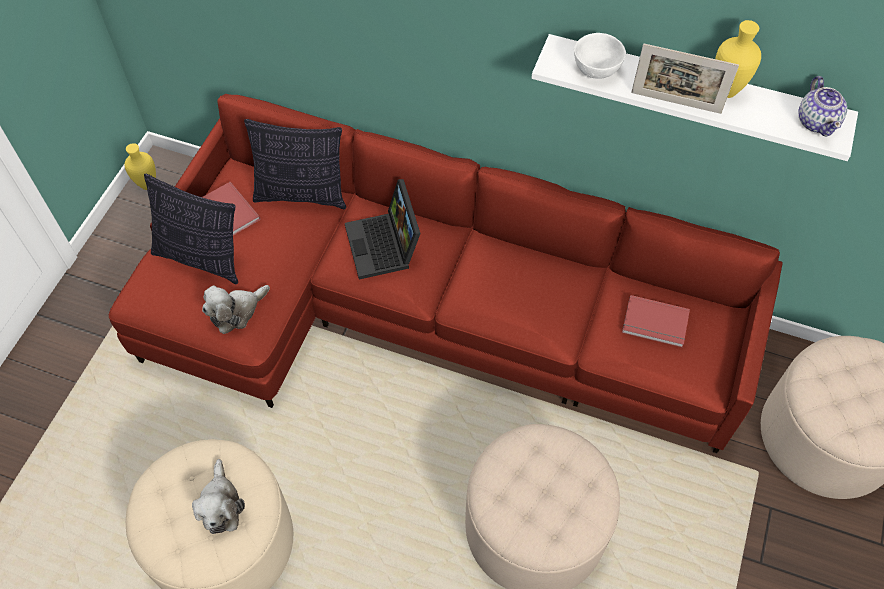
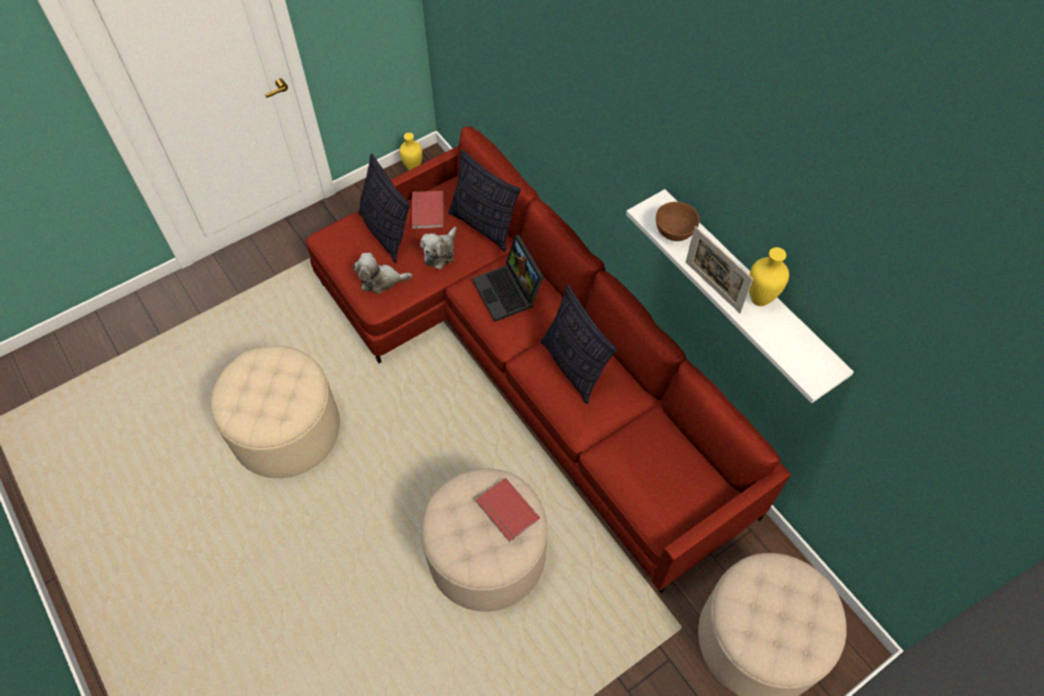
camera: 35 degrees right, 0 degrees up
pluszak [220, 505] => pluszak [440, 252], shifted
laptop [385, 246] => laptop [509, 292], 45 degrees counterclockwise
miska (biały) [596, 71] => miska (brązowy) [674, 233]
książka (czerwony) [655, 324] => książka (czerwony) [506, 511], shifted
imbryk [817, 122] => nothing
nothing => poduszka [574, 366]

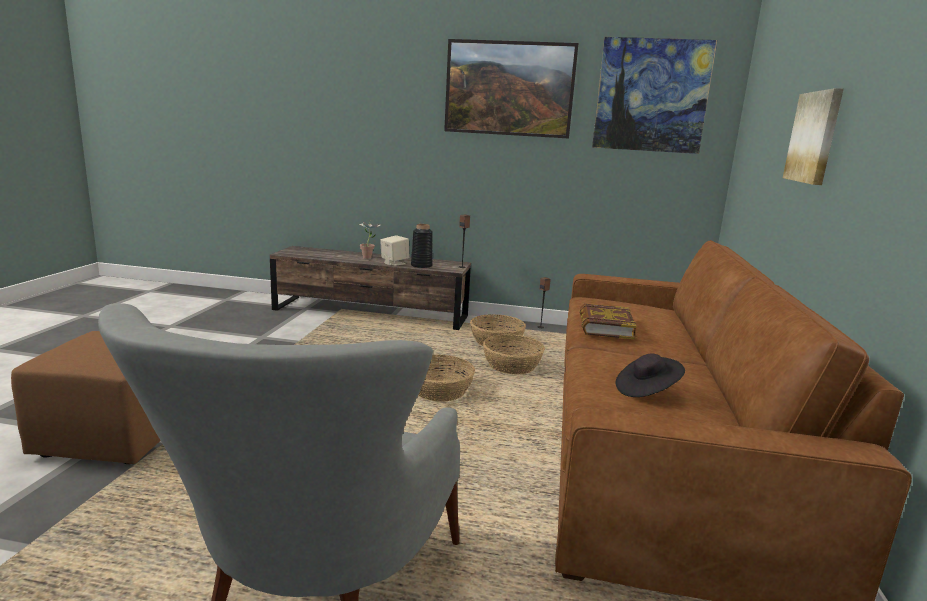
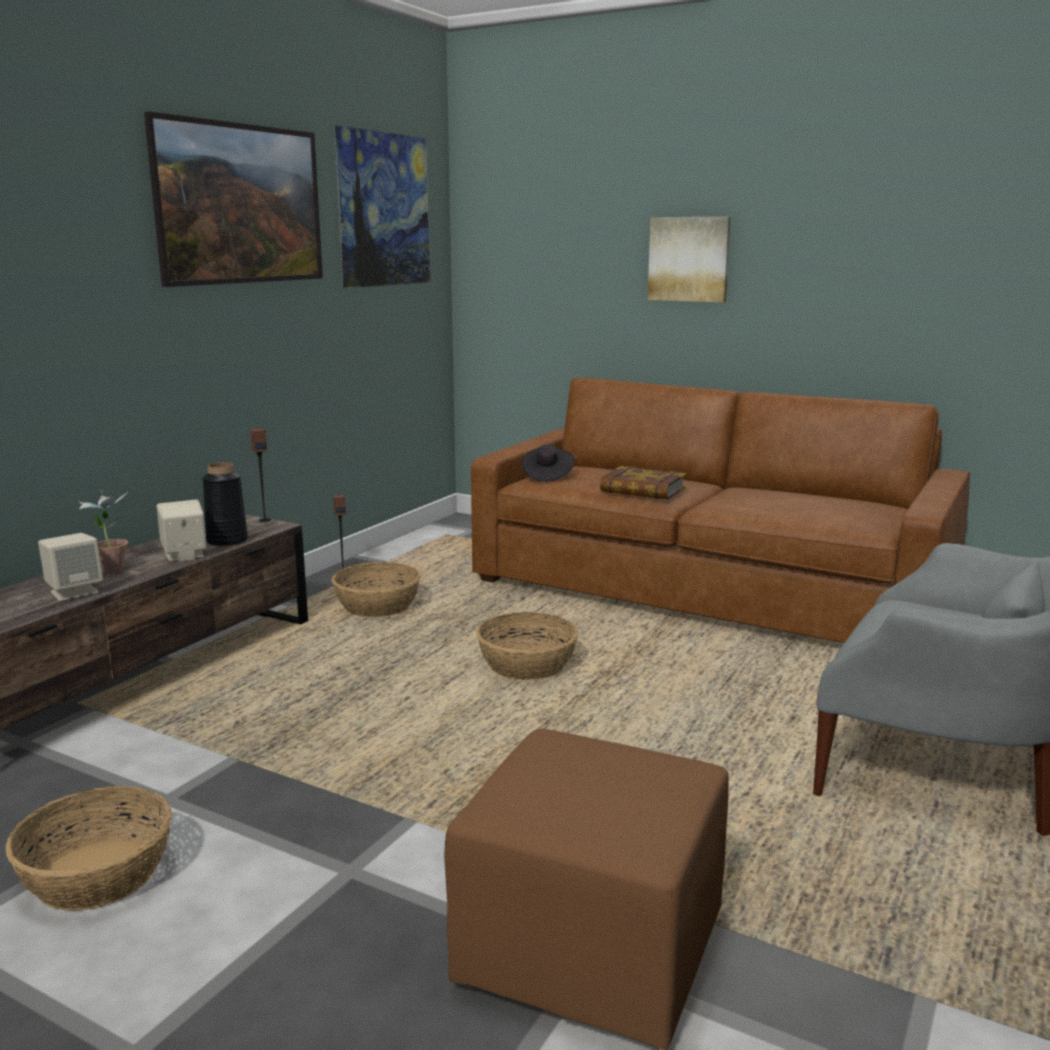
camera: 70 degrees left, 0 degrees up
koszyk [512, 365] => koszyk [98, 873], shifted
kapelusz (czarny) [646, 391] => kapelusz (czarny) [547, 476], shifted
nothing => głośnik (beżowy) [74, 592]

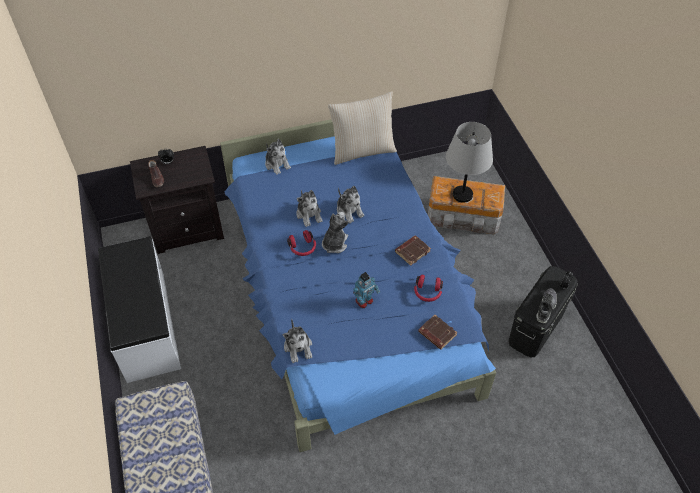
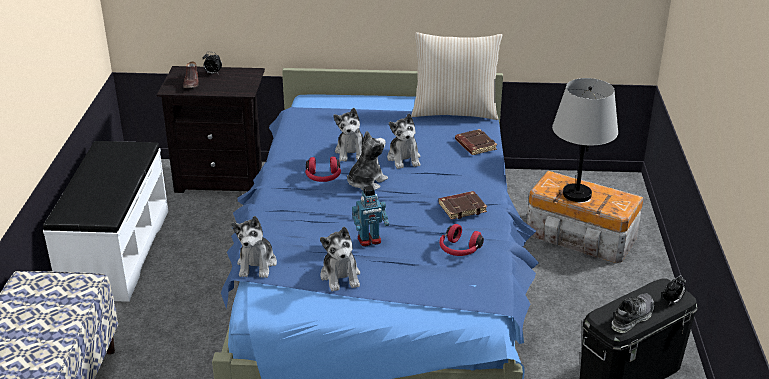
camera: 20 degrees right, 20 degrees down
pluszak [277, 164] => pluszak [341, 276], shifted
książka (brązowy) [436, 333] => książka (brązowy) [474, 145], shifted

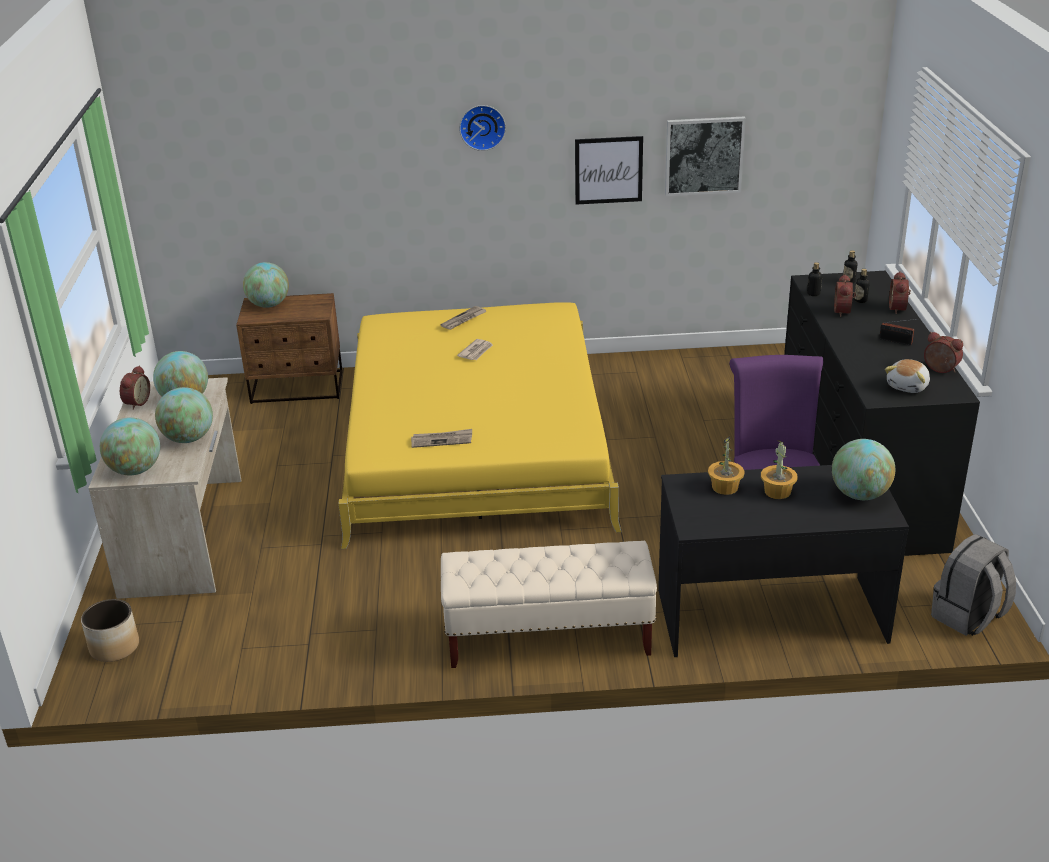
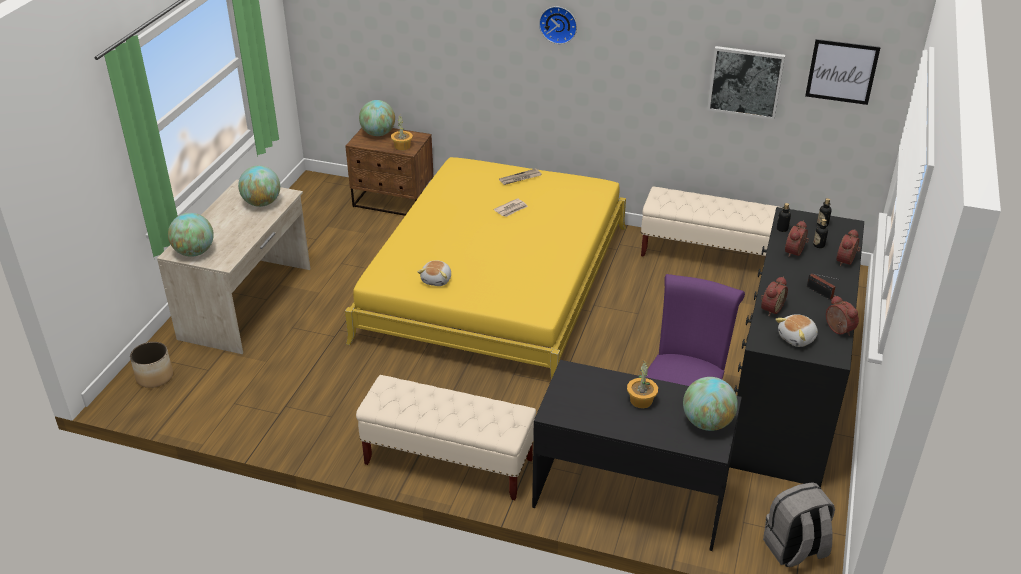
camera: 20 degrees right, 5 degrees up
budzik [136, 402] => budzik [770, 308], shifted
globus [188, 438] => nothing
gazeta [442, 440] => pluszak [437, 280]
obraz [608, 170] => obraz [842, 71], shifted
roślina doniczkowa [725, 487] => roślina doniczkowa [402, 146], shifted
nothing => ławka (beżowy) [706, 255]

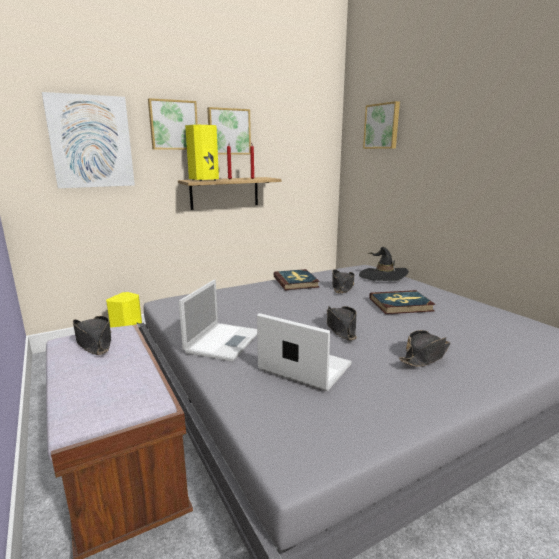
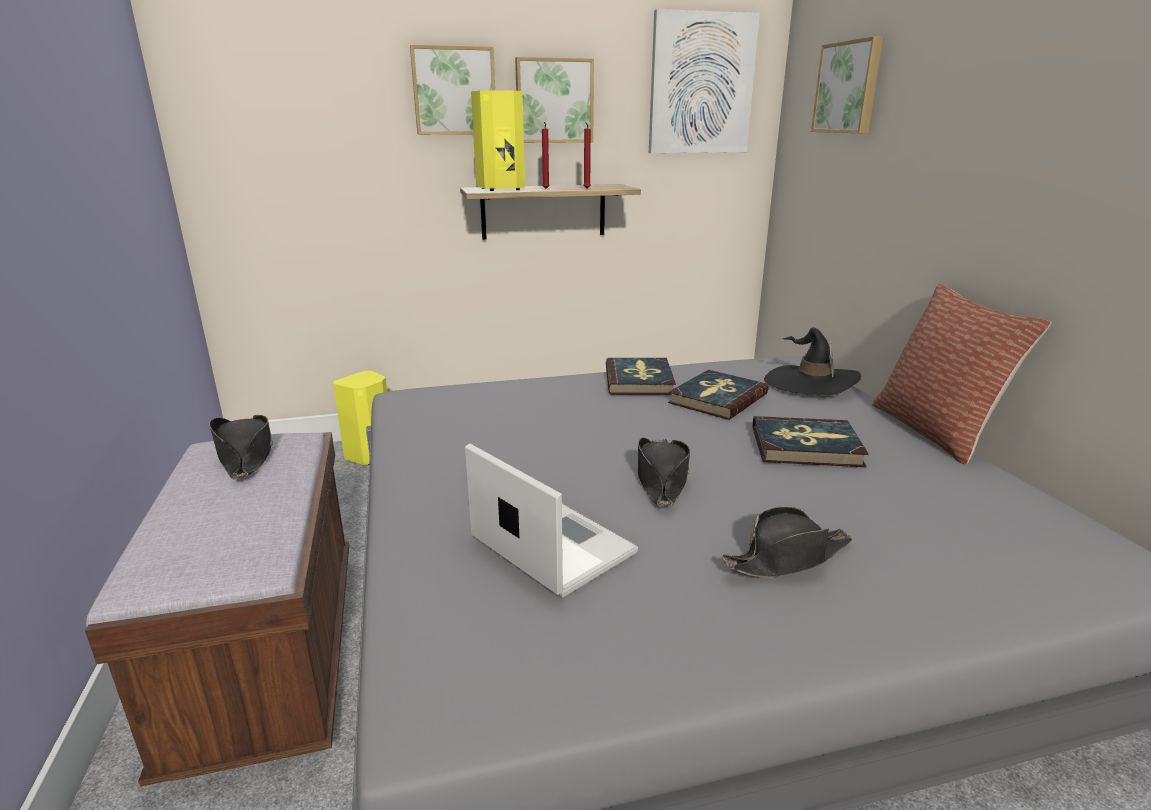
camera: 15 degrees right, 5 degrees up
obraz [91, 142] => obraz [701, 84], shifted
laptop [223, 341] => nothing
kapelusz (czarny) [342, 287] => książka [717, 398]
nothing => poduszka [935, 431]

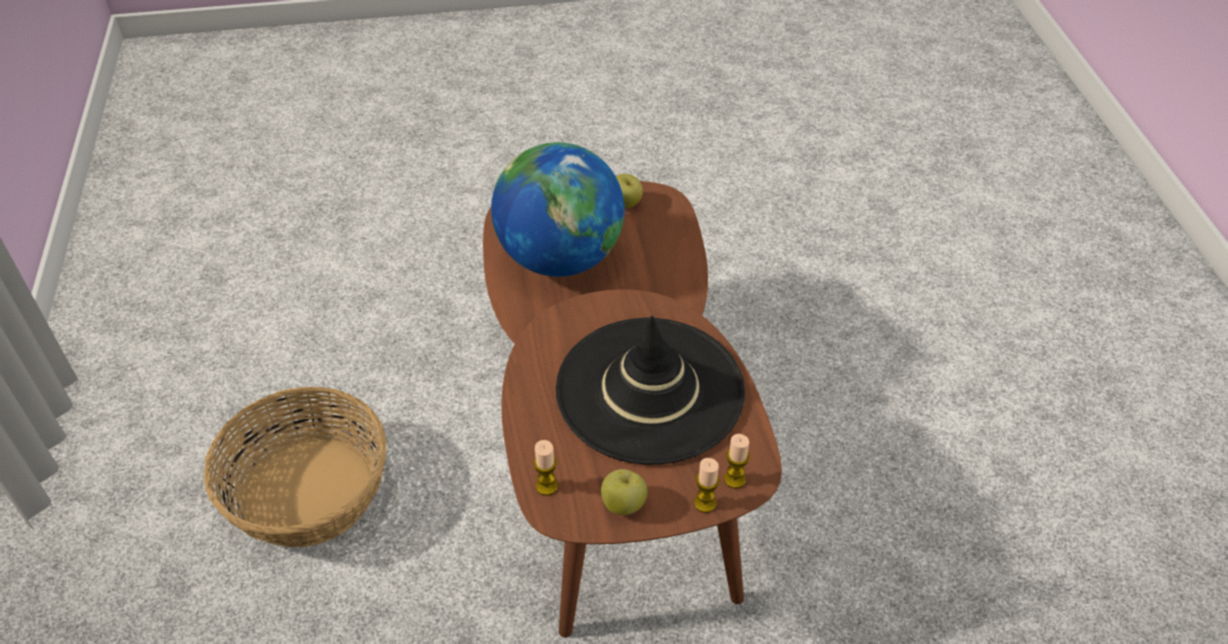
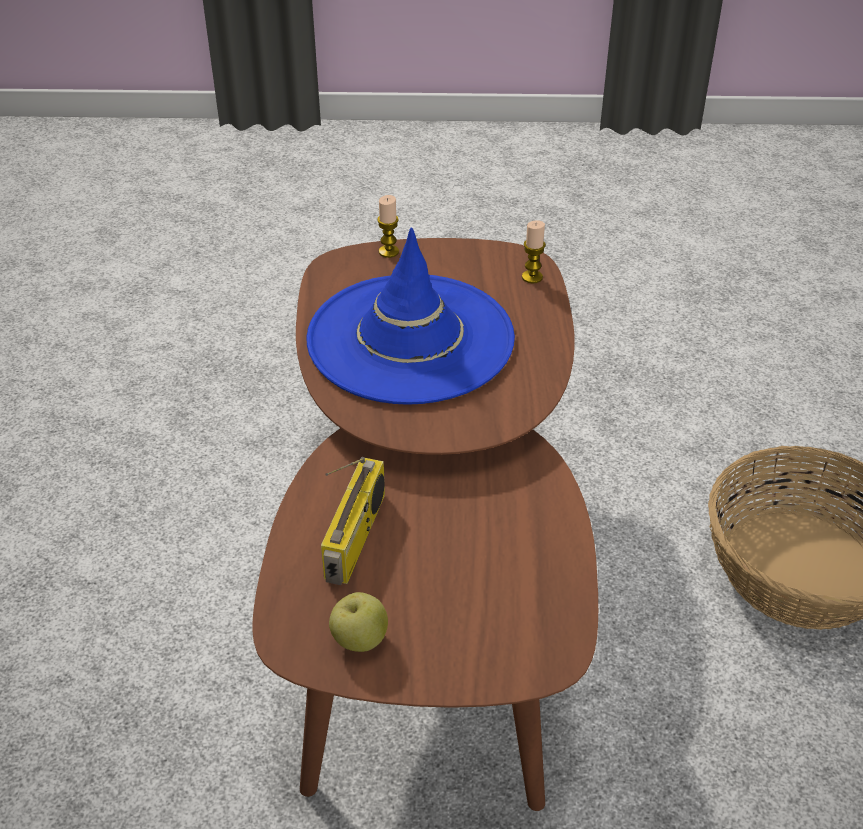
camera: 170 degrees left, 5 degrees down
globus [560, 258] => nothing
kapelusz (czarny) [650, 390] => kapelusz (niebieski) [410, 339]
jabłko [624, 504] => nothing
świeca [734, 479] => nothing
nothing => radio [356, 538]

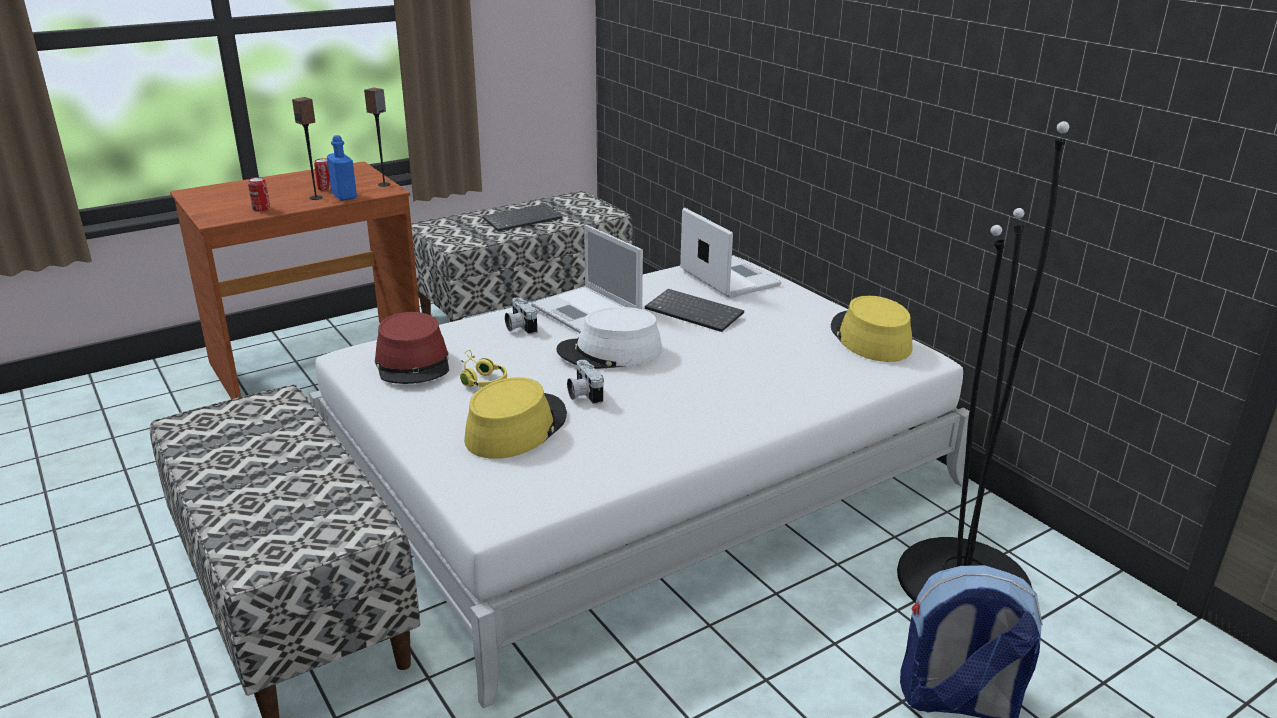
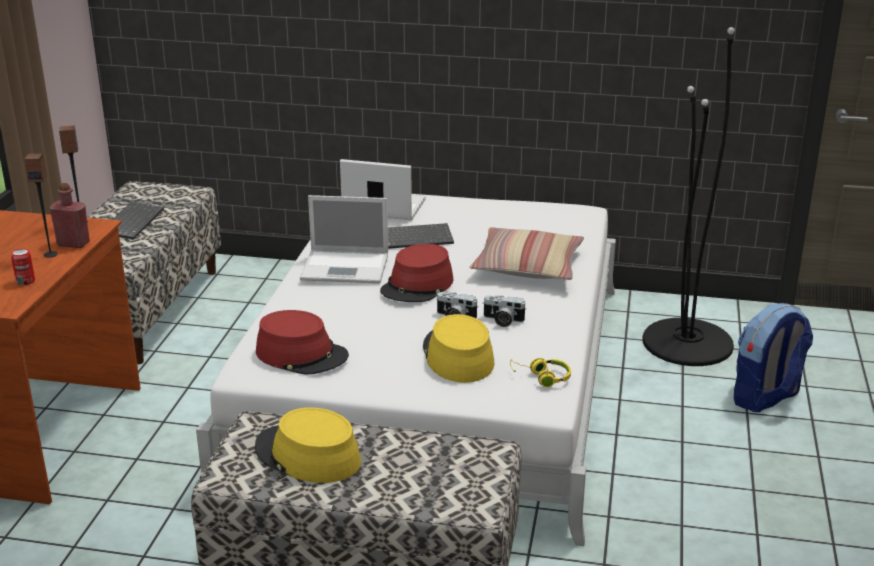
camera: 45 degrees left, 0 degrees up
puszka [326, 188] => nothing
butelka (niebieski) [344, 196] => butelka (czerwony) [73, 244]
słuchawki (żółty) [480, 379] => słuchawki (żółty) [542, 377], shifted
aparat fotograficzny [519, 327] => aparat fotograficzny [502, 320], shifted
kapelusz (biały) [610, 352] => kapelusz (czerwony) [417, 286]
kapelusz (żółty) [869, 338] => kapelusz (żółty) [307, 455], shifted
nothing => poduszka [527, 266]

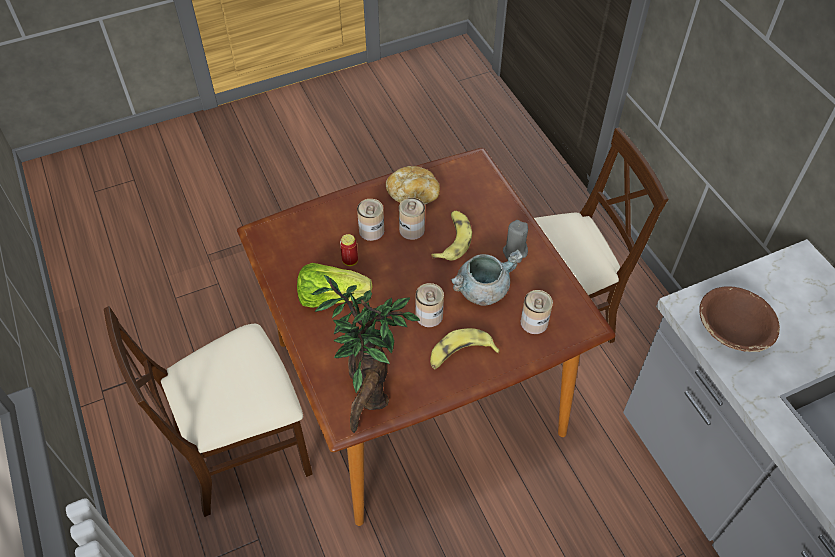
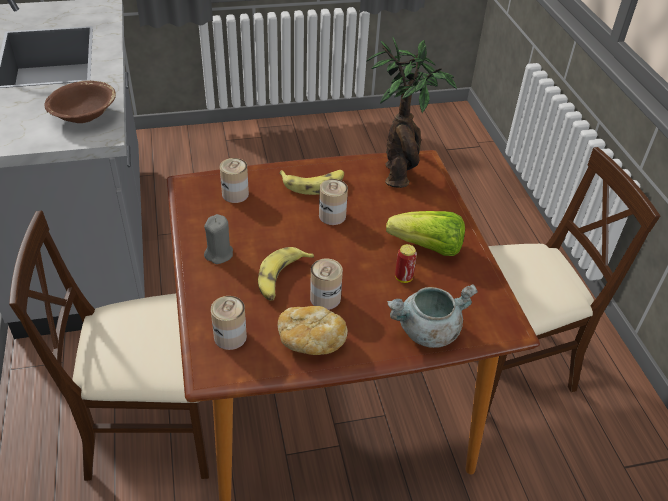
camera: 170 degrees left, 10 degrees down
puszka [371, 230] => puszka [230, 337], shifted
garnek (szary) [482, 290] => garnek (szary) [427, 332], shifted

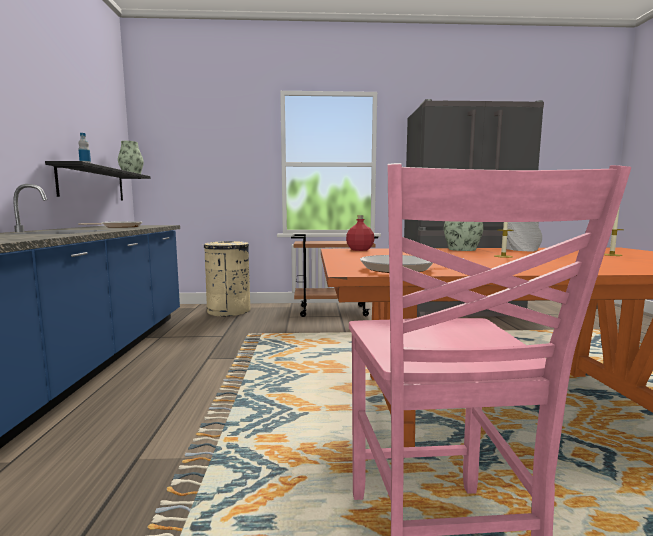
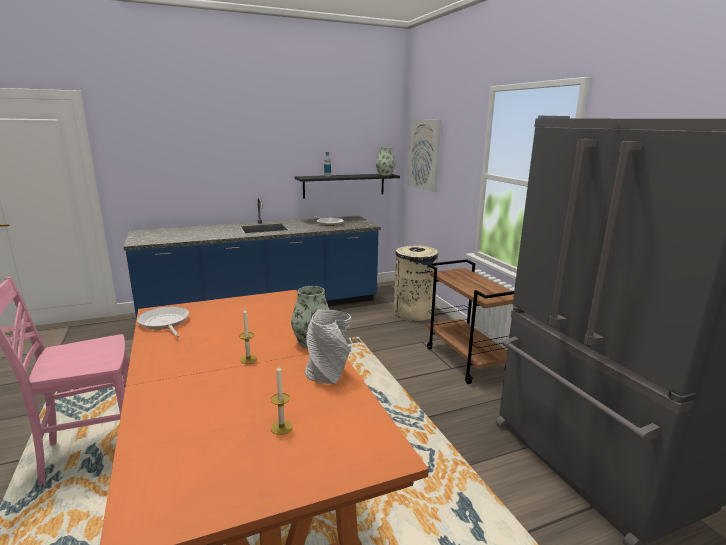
camera: 70 degrees right, 10 degrees up
butelka (czerwony) [360, 250] => nothing
nothing => obraz [423, 154]

